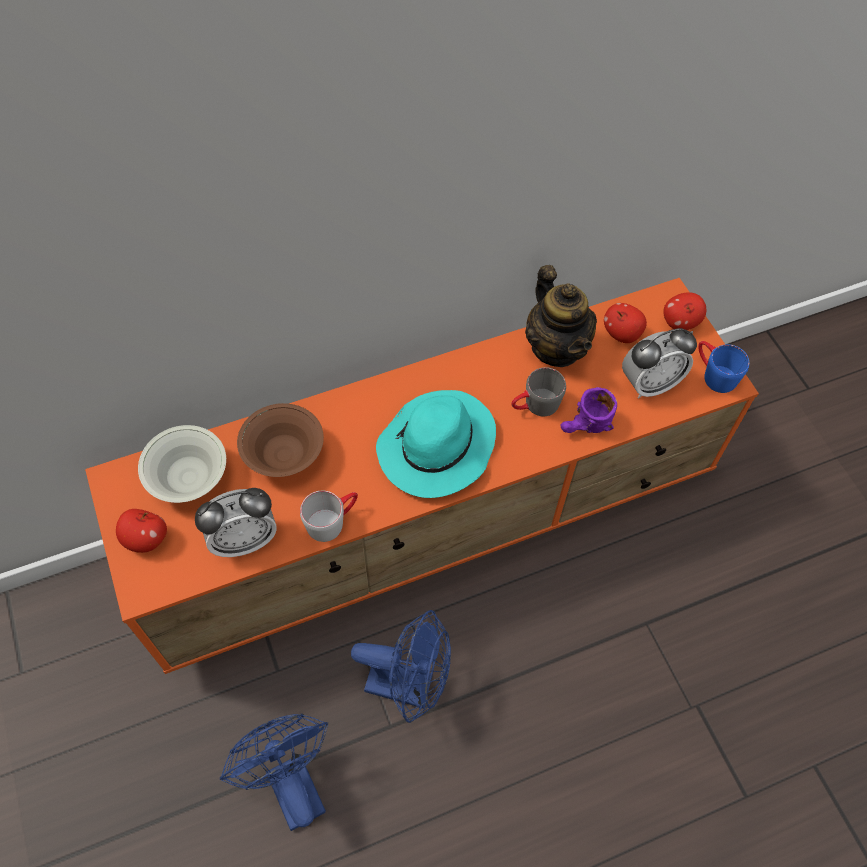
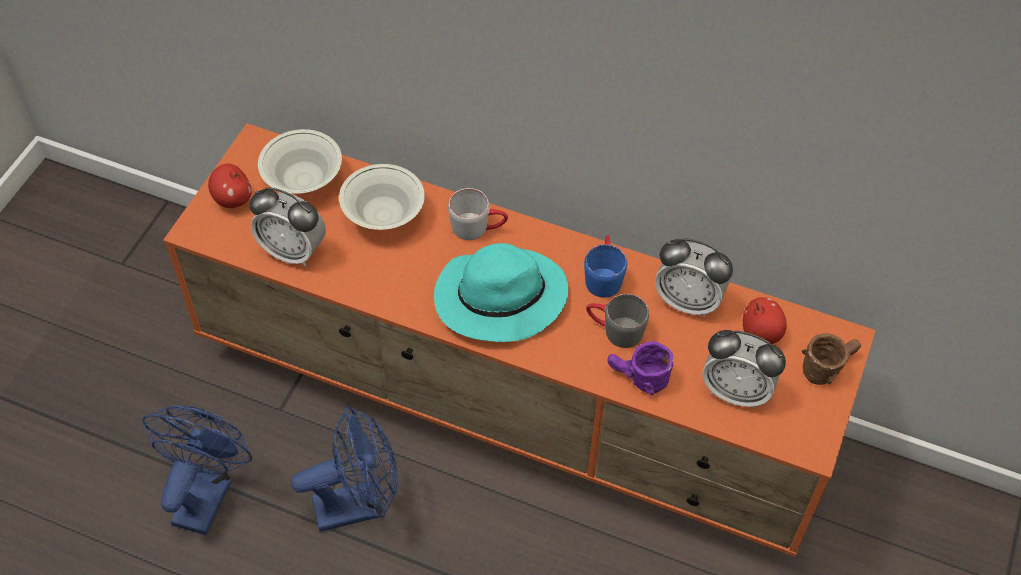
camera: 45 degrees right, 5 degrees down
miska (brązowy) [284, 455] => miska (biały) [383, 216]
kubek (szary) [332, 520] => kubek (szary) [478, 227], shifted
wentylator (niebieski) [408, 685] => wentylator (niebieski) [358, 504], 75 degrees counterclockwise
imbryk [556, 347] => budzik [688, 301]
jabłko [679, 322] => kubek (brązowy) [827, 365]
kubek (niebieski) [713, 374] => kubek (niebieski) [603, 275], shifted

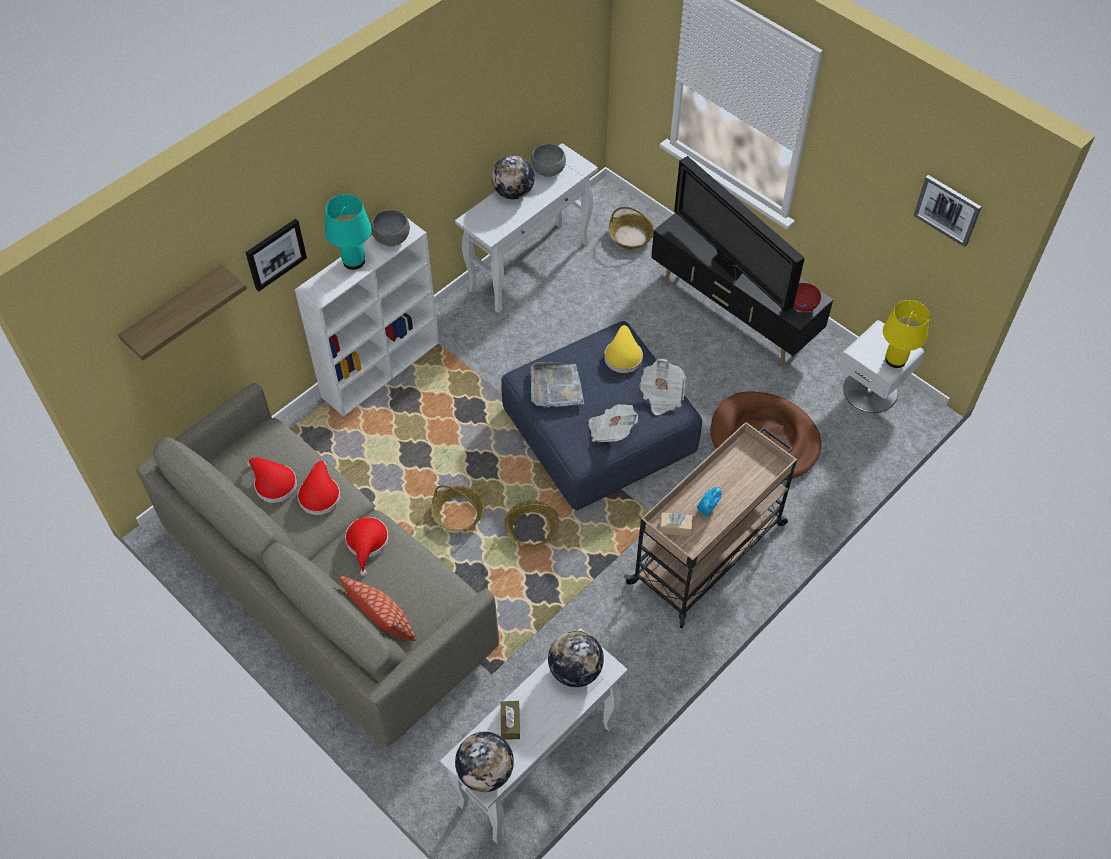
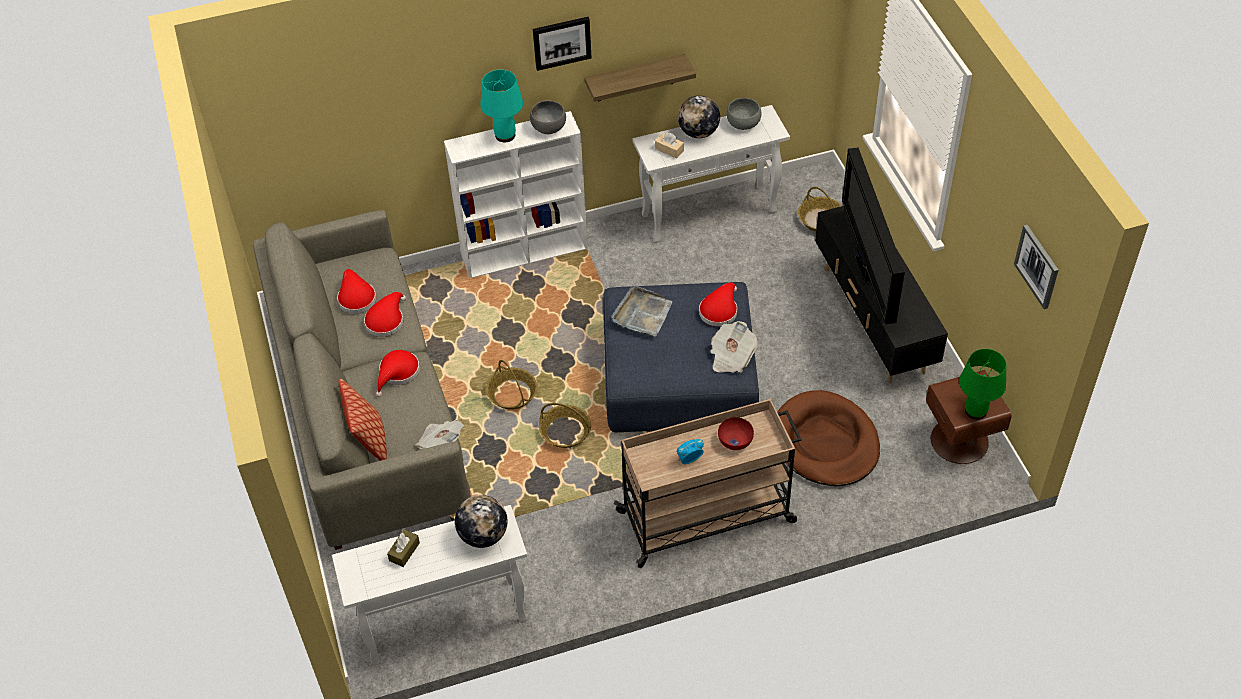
camera: 30 degrees right, 5 degrees down
półka [175, 312] => półka [635, 78], shifted
obraz [275, 254] => obraz [561, 42], shifted
globus [485, 772] => nothing
gazeta [611, 430] => gazeta [441, 443], shifted
kapelusz (żółty) [623, 355] => kapelusz (czerwony) [719, 310]
pudełko chusteczek (beżowy) [675, 527] => pudełko chusteczek (beżowy) [669, 150], shifted
miska (czerwony) [803, 304] => miska (czerwony) [735, 441], shifted
szafka nocna (biały) [871, 390] => szafka nocna (brązowy) [960, 440]
lampa stołowa (żółty) [895, 360] => lampa stołowa (zielony) [975, 411]

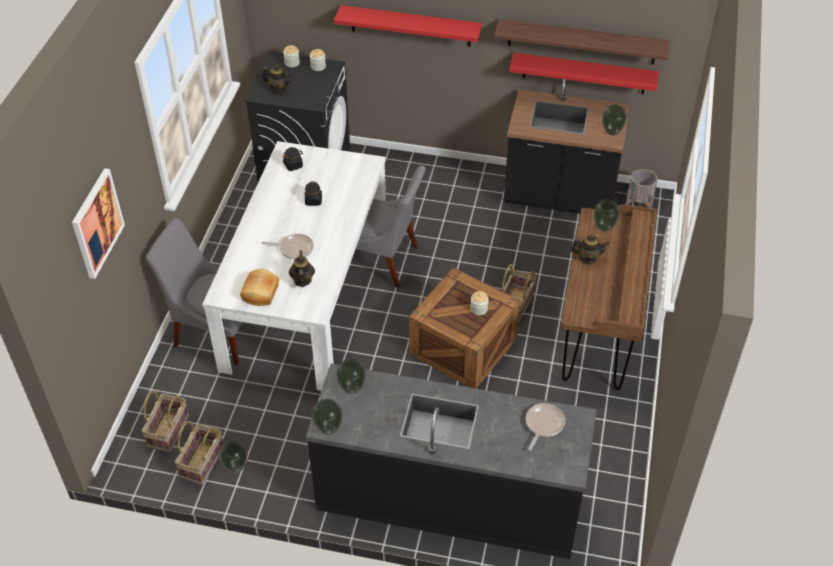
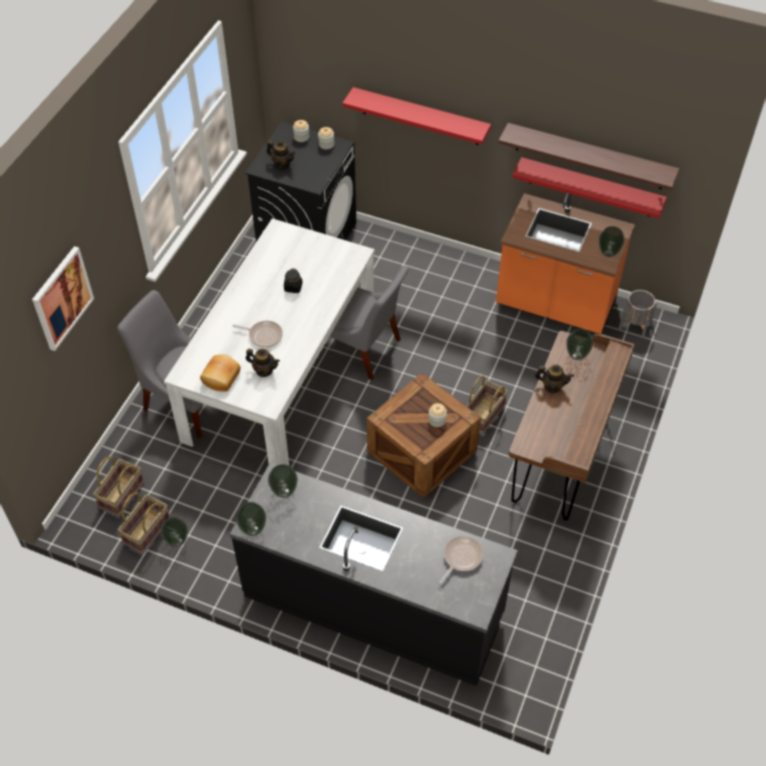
camera: 10 degrees right, 5 degrees up
słoik (czarny) [293, 165] => nothing
imbryk [302, 280] => imbryk [264, 370], 105 degrees clockwise
zabudowa kuchenna (czarny) [559, 197] => zabudowa kuchenna (pomarańczowy) [555, 305]

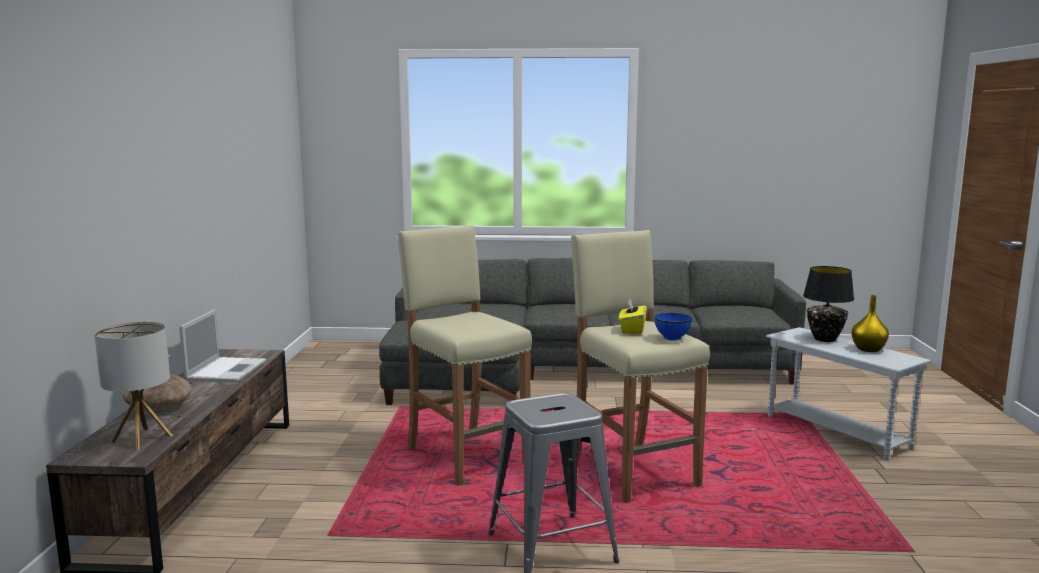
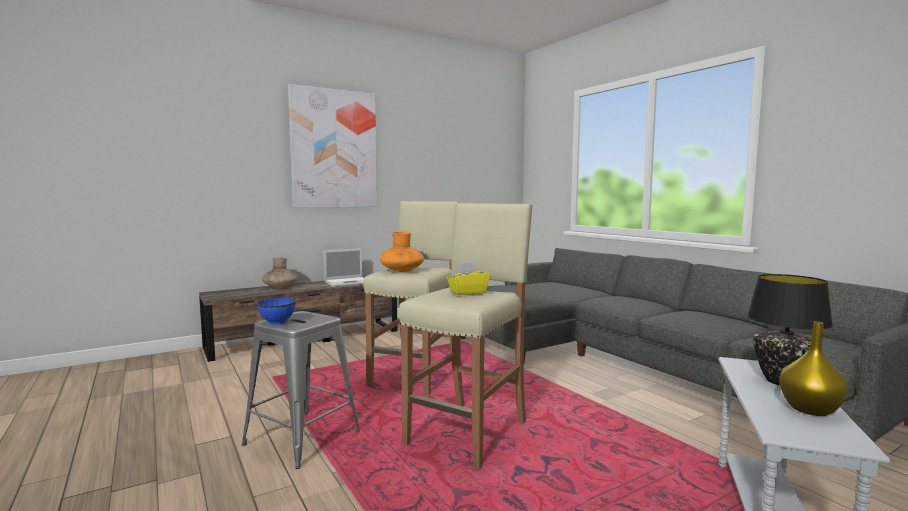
camera: 55 degrees right, 5 degrees down
lampa stołowa [142, 439] => nothing
miska (niebieski) [672, 338] => miska (niebieski) [277, 322], shifted
nothing => obraz [334, 149]
nothing => wazon (pomarańczowy) [402, 271]

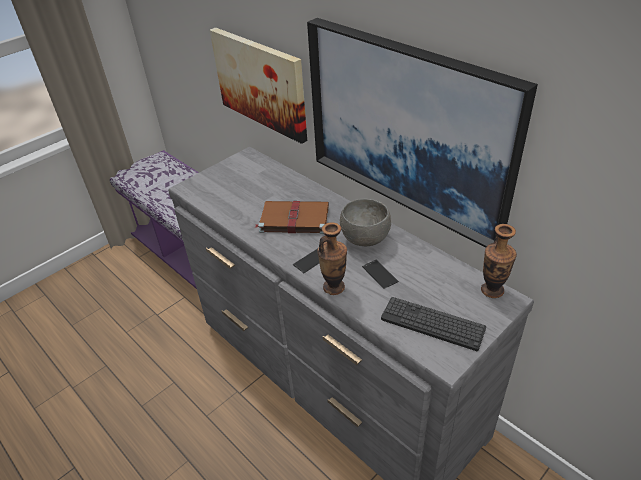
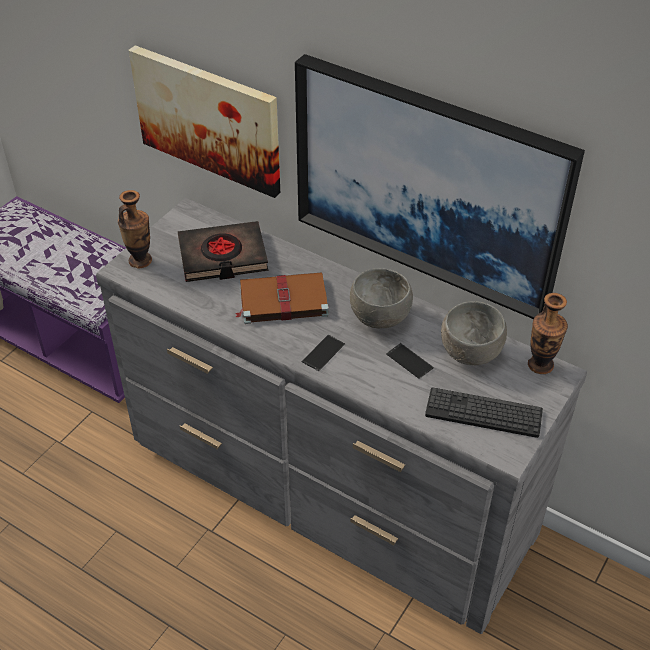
camera: 15 degrees left, 5 degrees up
wazon [334, 287] => wazon [140, 260], shifted
nothing => książka (czarny) [223, 257]
nothing => miska (szary) [469, 352]

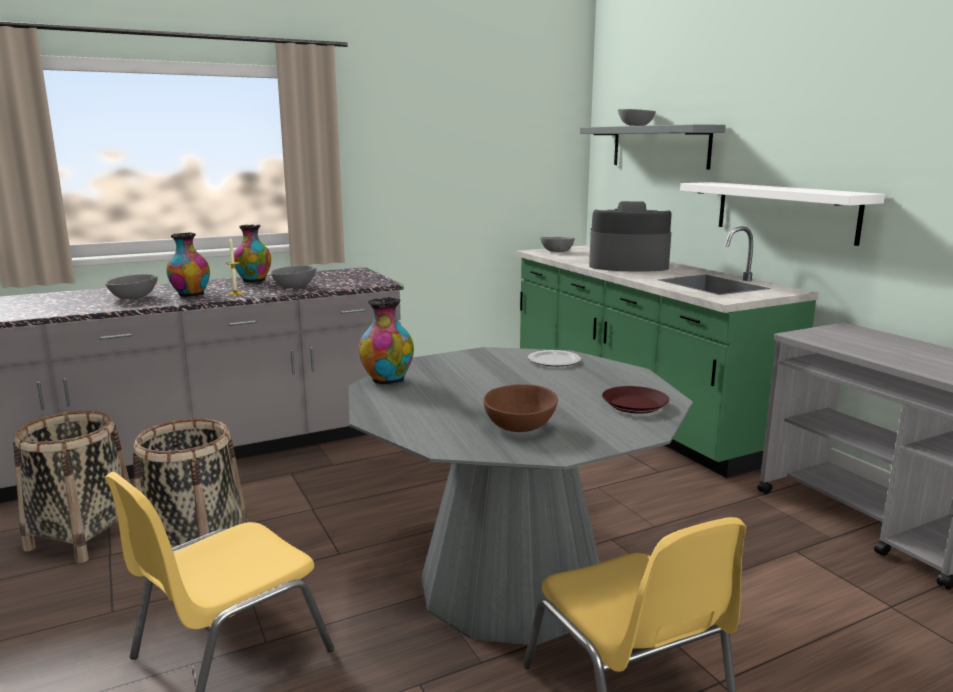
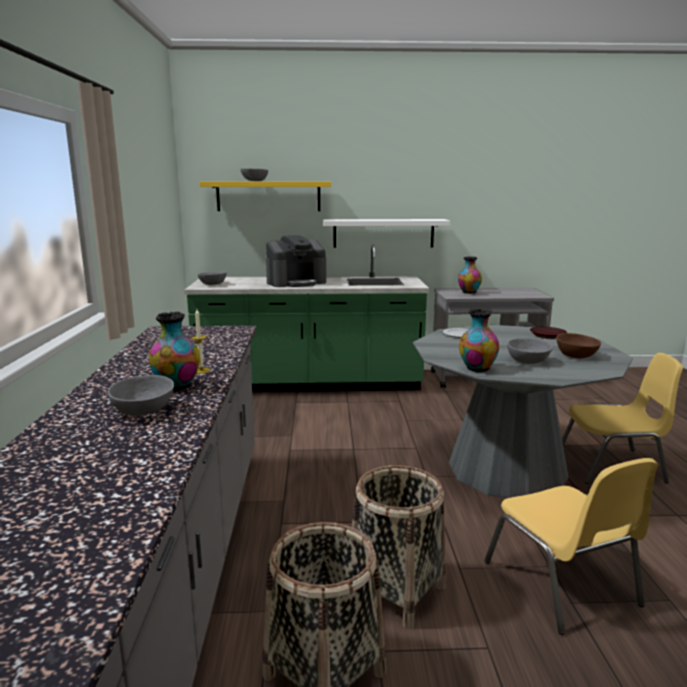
camera: 65 degrees left, 0 degrees up
wazon [254, 281] => wazon [468, 292], shifted
miska (szary) [295, 287] => miska (szary) [527, 361], shifted
półka (szary) [660, 146] => półka (żółty) [268, 196]
ekspres do kawy [627, 265] => ekspres do kawy [296, 282], 150 degrees counterclockwise

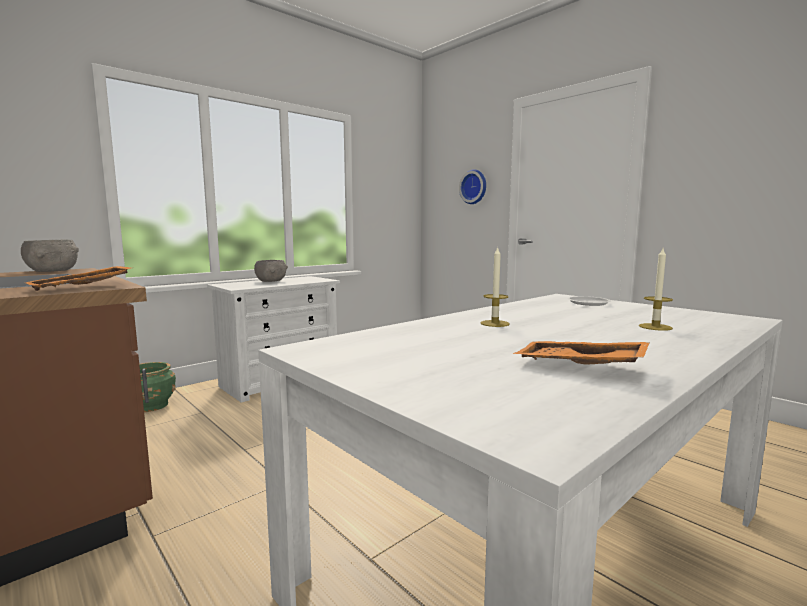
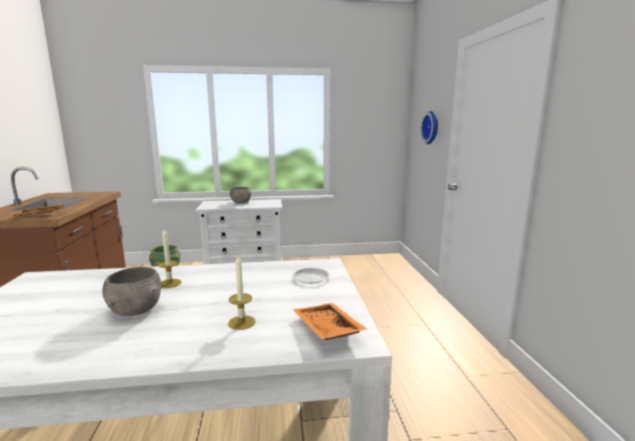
camera: 35 degrees right, 5 degrees up
miska (szary) [53, 271] => miska (szary) [136, 309], shifted
taca (pomarańczowy) [578, 366] => taca (pomarańczowy) [325, 330], shifted

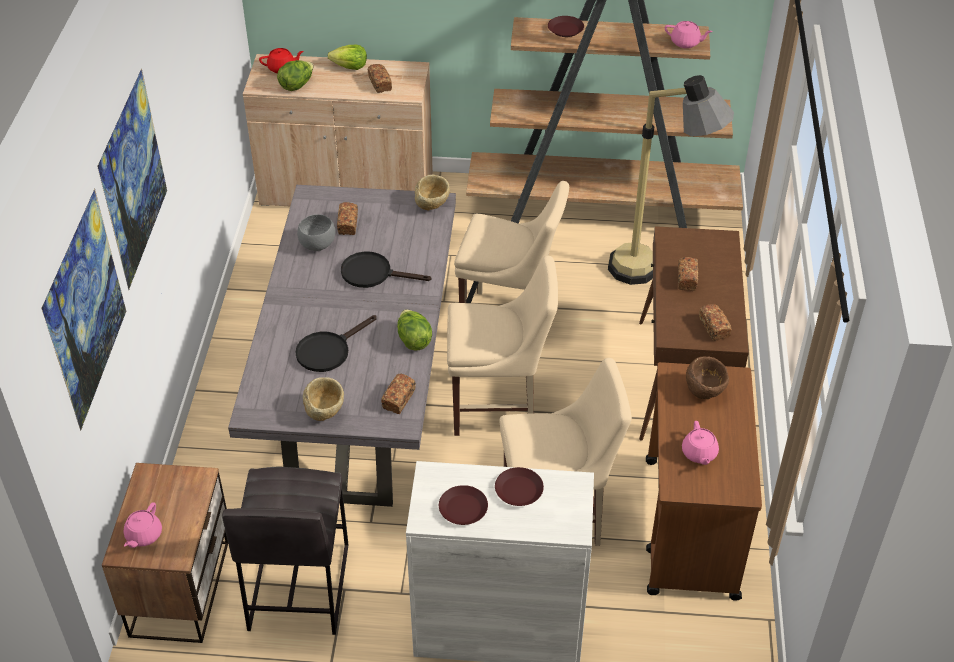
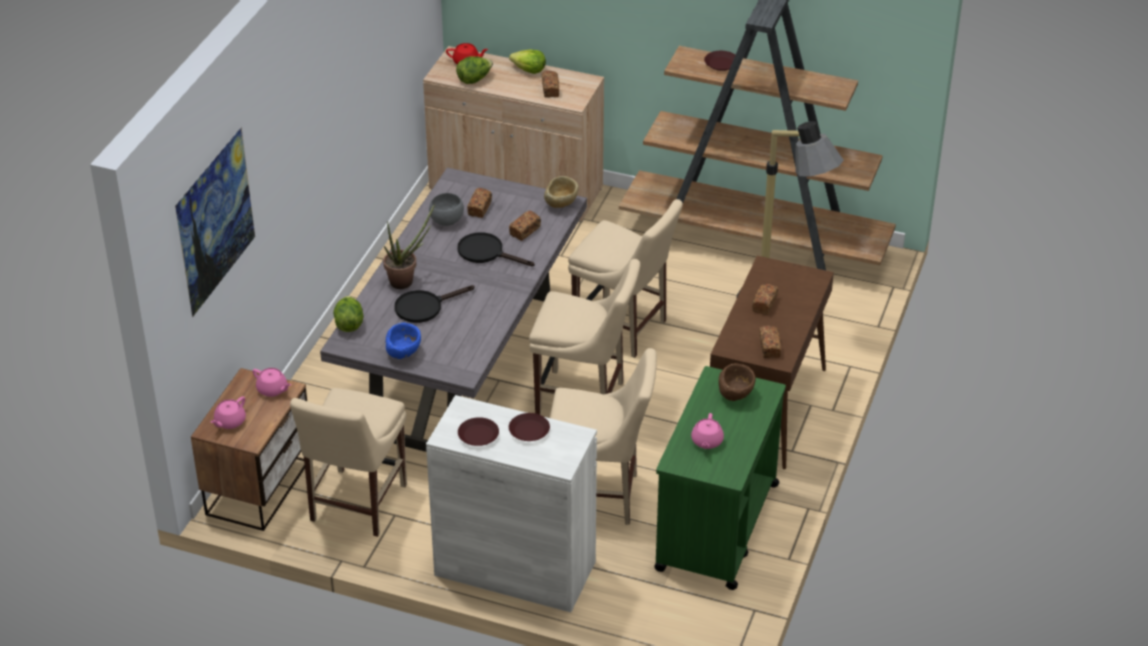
camera: 15 degrees right, 5 degrees down
obraz [141, 209] => nothing
stołek (szary) [297, 587] => krzesło (beżowy) [355, 506]
miska (beżowy) [325, 412] => miska (niebieski) [404, 354]
chleb [399, 399] => chleb [525, 231], shifted
sałata [413, 340] => sałata [349, 324], shifted
wózek (brązowy) [690, 528] => wózek (zielony) [716, 527]
imbryk (różowy) [686, 43] => imbryk (różowy) [272, 390], shifted
nothing => roślina doniczkowa [406, 280]

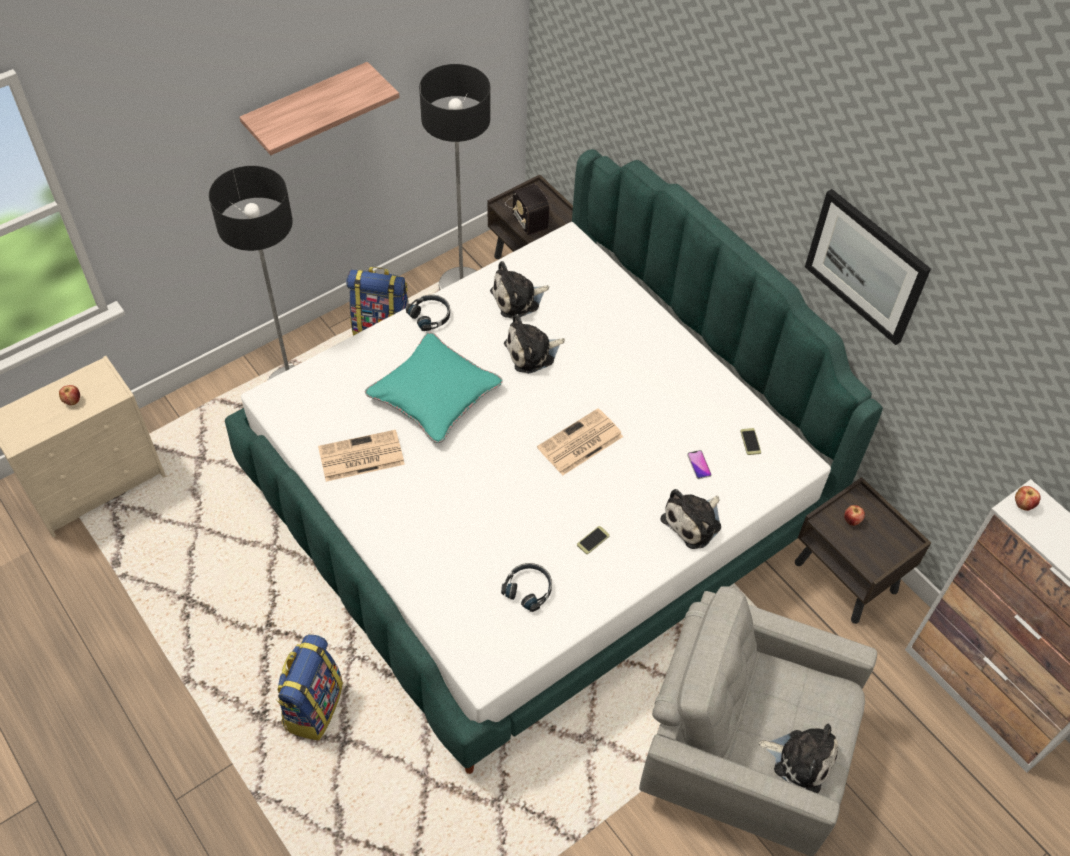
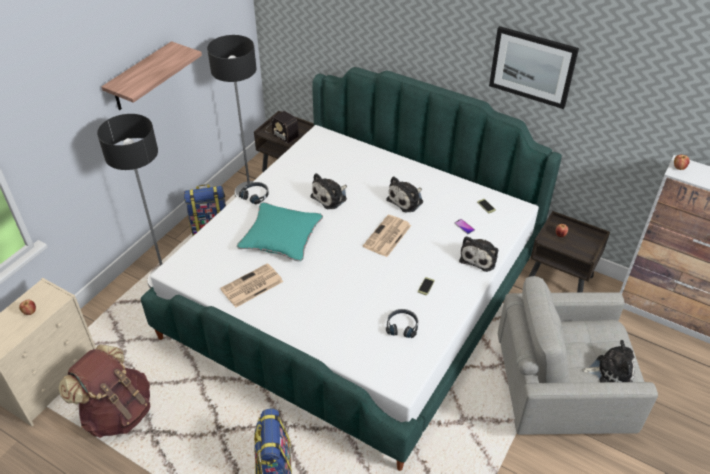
camera: 20 degrees left, 10 degrees down
pluszak [518, 299] => pluszak [406, 200], shifted
nothing => plecak (brązowy) [117, 412]

